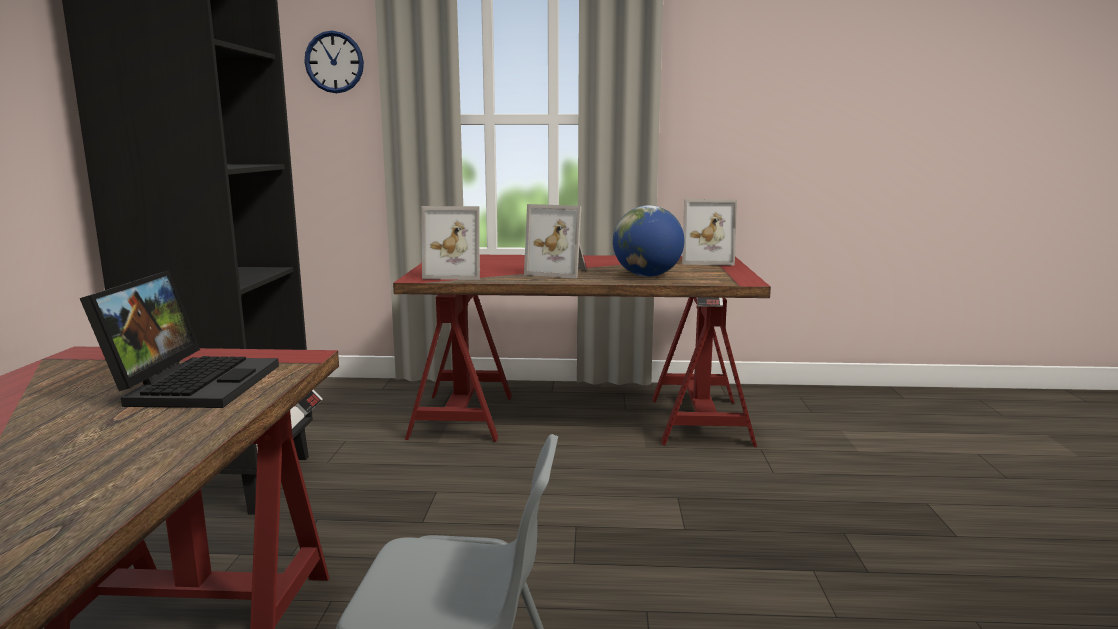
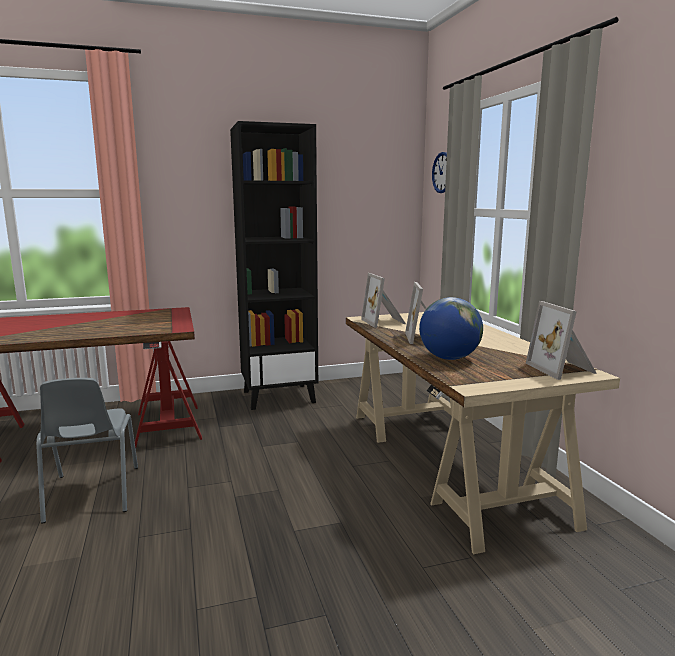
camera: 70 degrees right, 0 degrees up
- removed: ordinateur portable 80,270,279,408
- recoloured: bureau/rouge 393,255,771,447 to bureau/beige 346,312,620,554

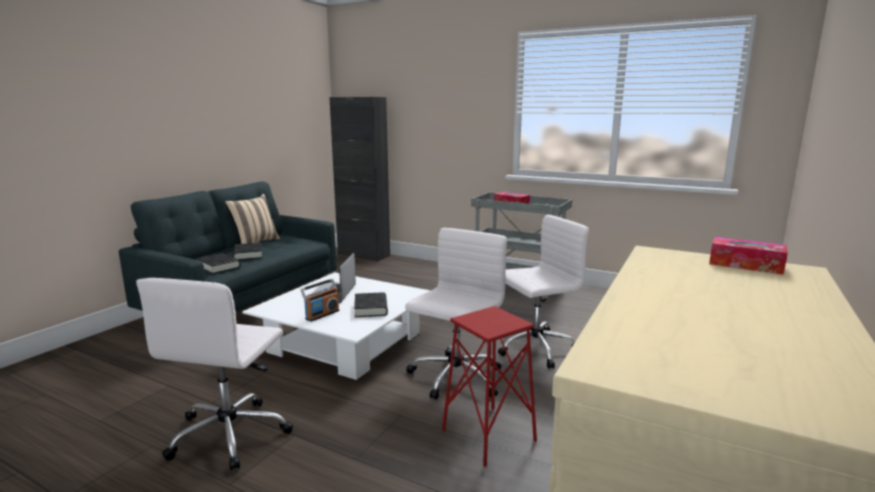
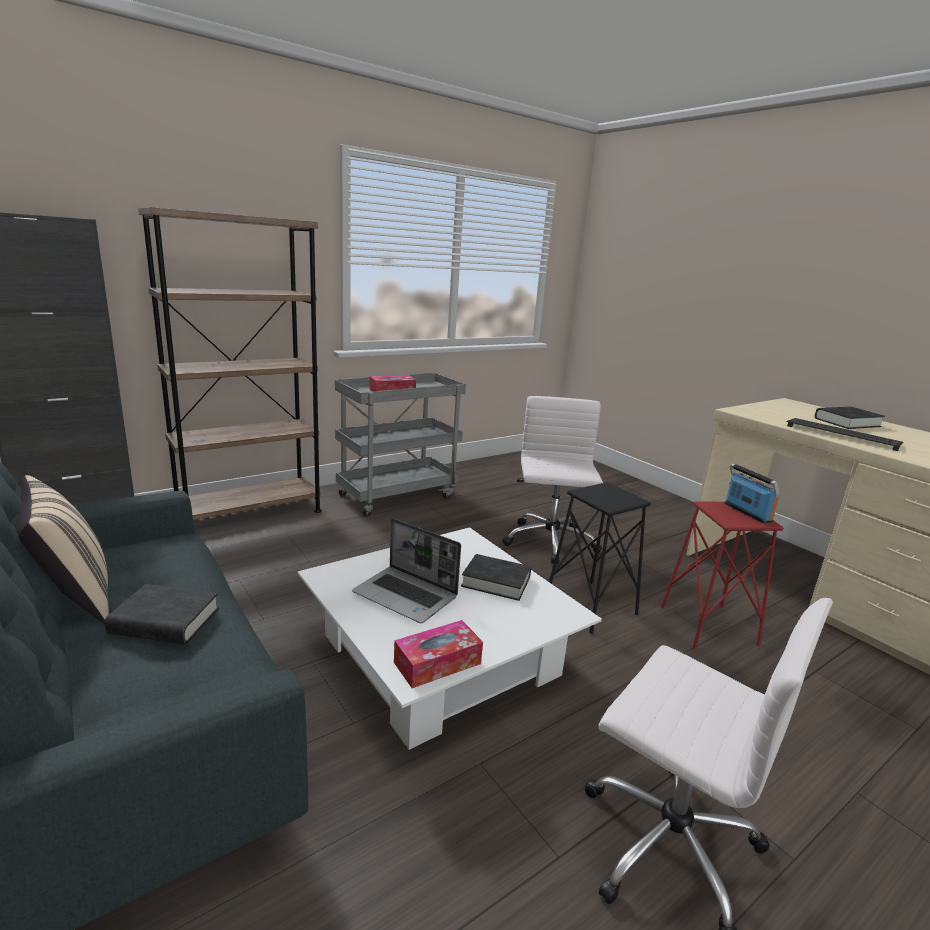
camera: 65 degrees left, 5 degrees up
- added: bibliothèque/marron 138,207,321,520
- added: clavier 787,418,903,451
- moved: livre/noir 196,253,241,274 to 815,407,885,429
- moved: radio 301,279,339,322 to 725,463,780,524
- moved: boîte à mouchoirs 709,237,788,275 to 394,620,483,688
- replaced: chaise de bureau/blanc 405,228,507,400 to tabouret/noir 549,482,651,634

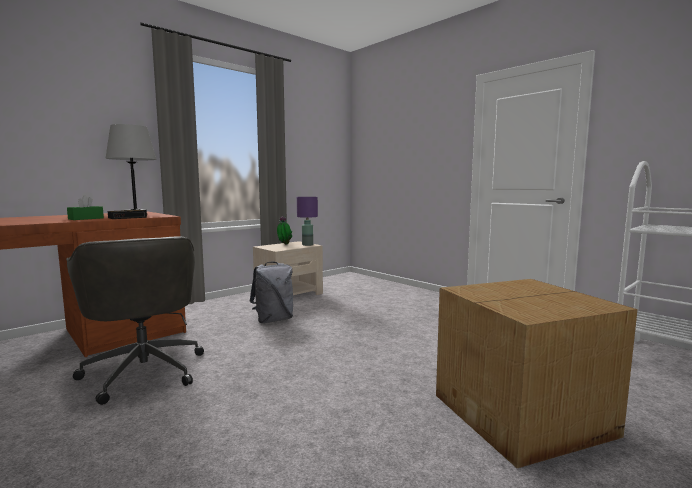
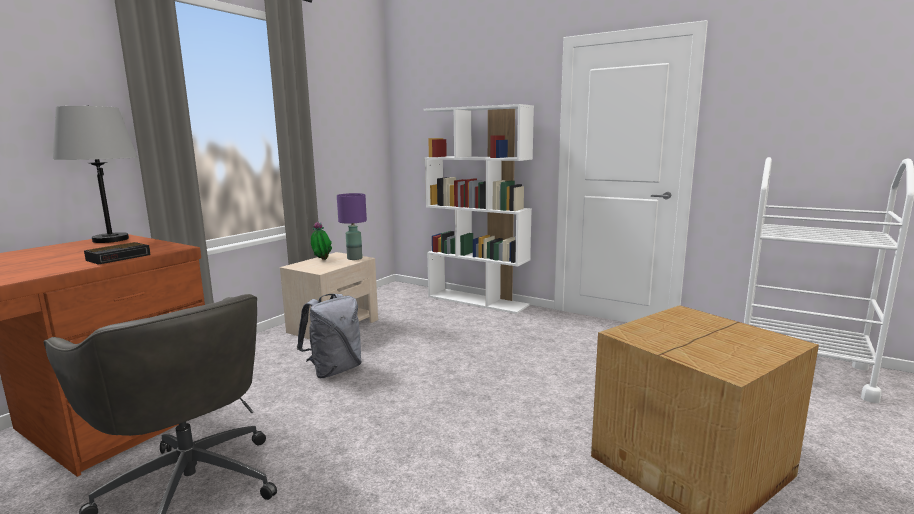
camera: 15 degrees left, 5 degrees up
- removed: boîte à mouchoirs/vert 67,195,104,220
- added: bibliothèque/blanc 423,104,534,314

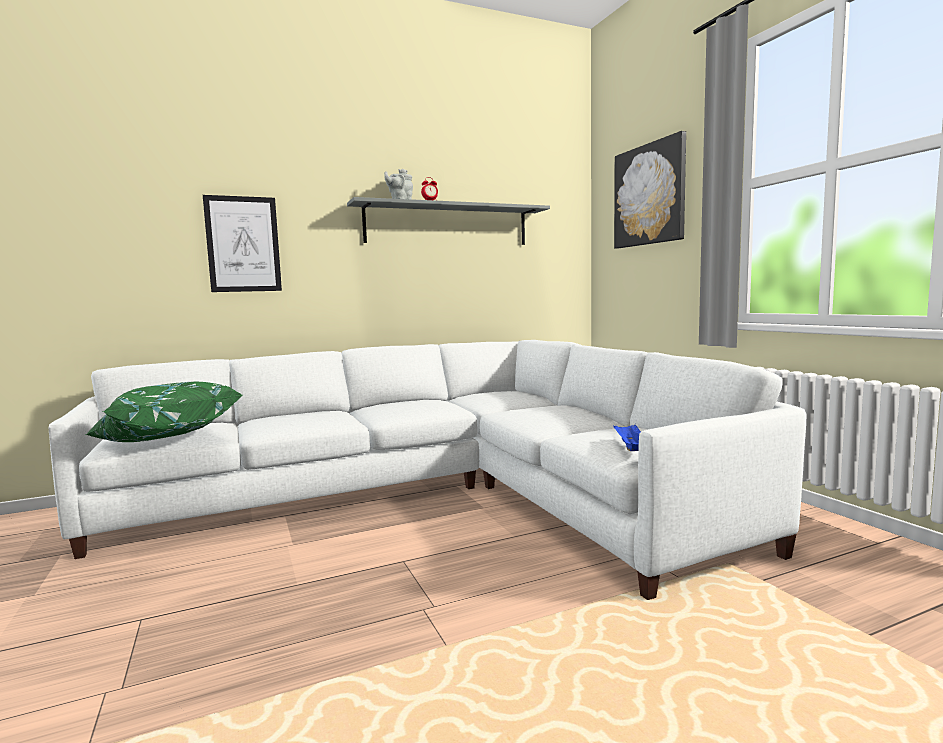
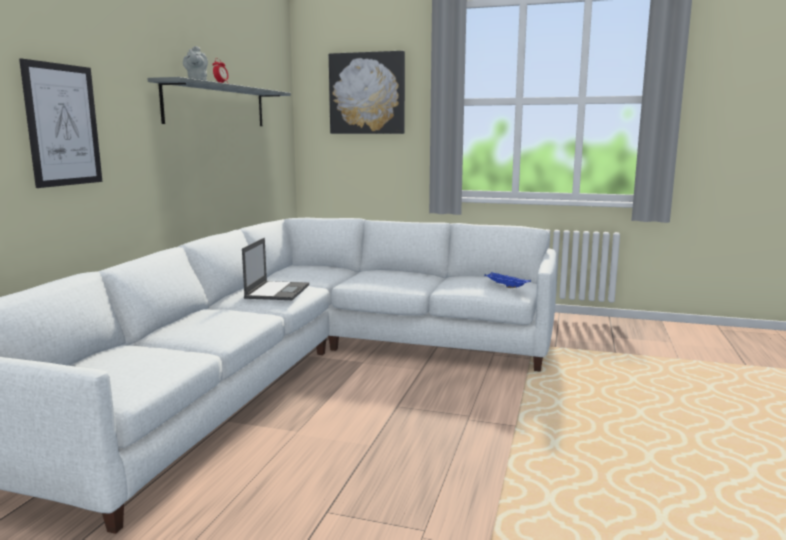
camera: 50 degrees left, 5 degrees up
- removed: coussin/vert 85,382,242,442
- added: ordinateur portable 242,238,309,300

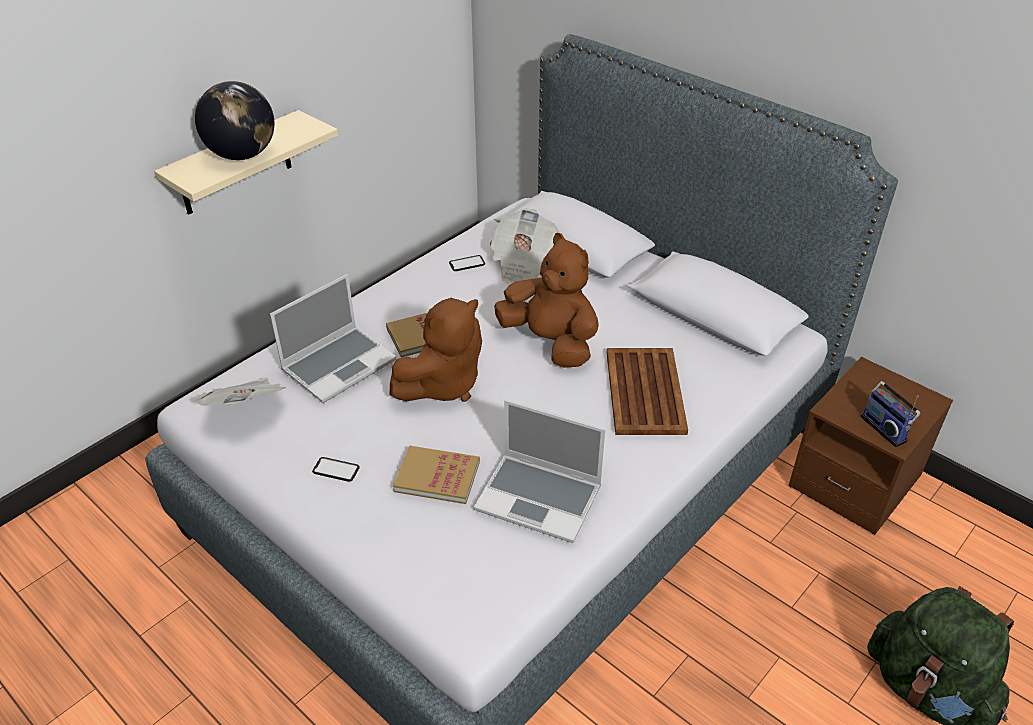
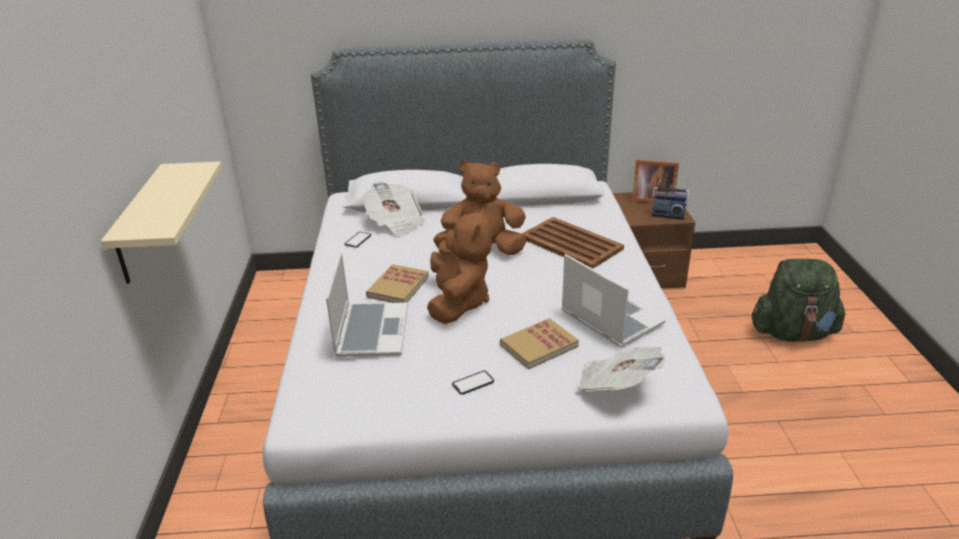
camera: 45 degrees left, 10 degrees down
- removed: globe 195,81,274,160
- added: cadre photo 632,160,679,203
- moved: journal 196,378,286,406 to 577,347,665,391
- turned: ordinateur portable 474,400,605,543 = 561,254,665,347 105 degrees counterclockwise

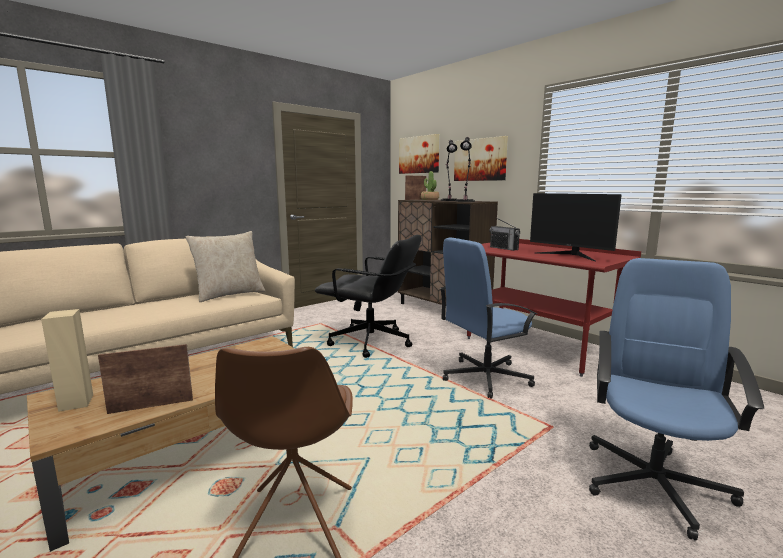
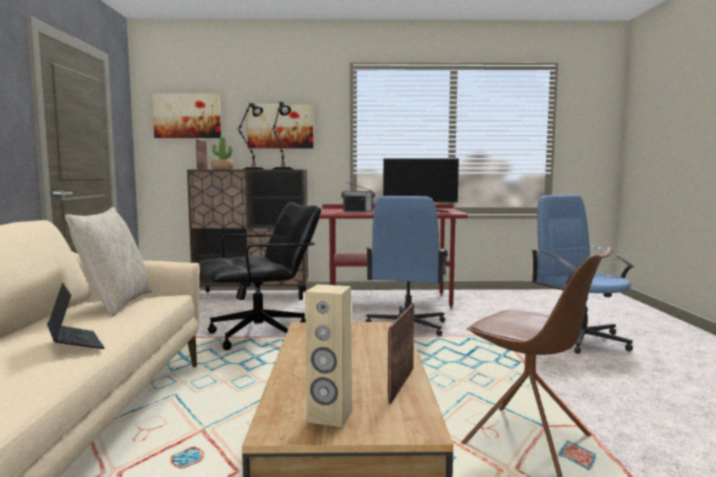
camera: 50 degrees left, 5 degrees down
- added: ordinateur portable 47,283,105,349

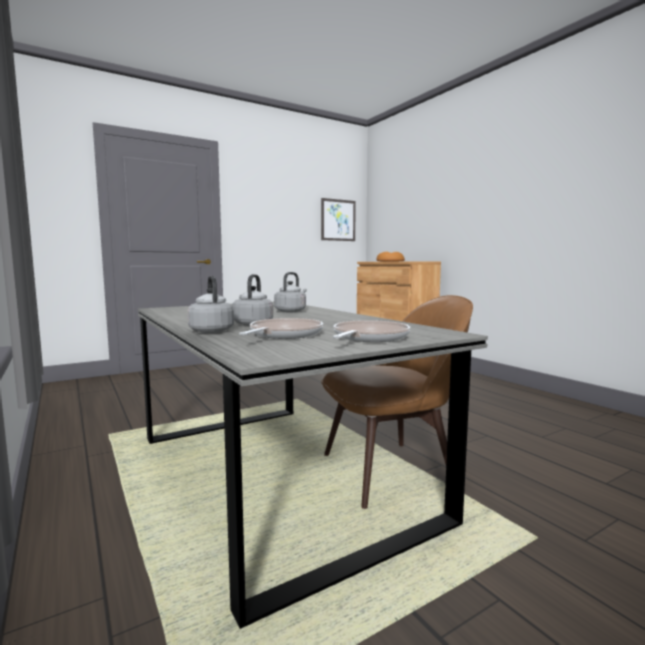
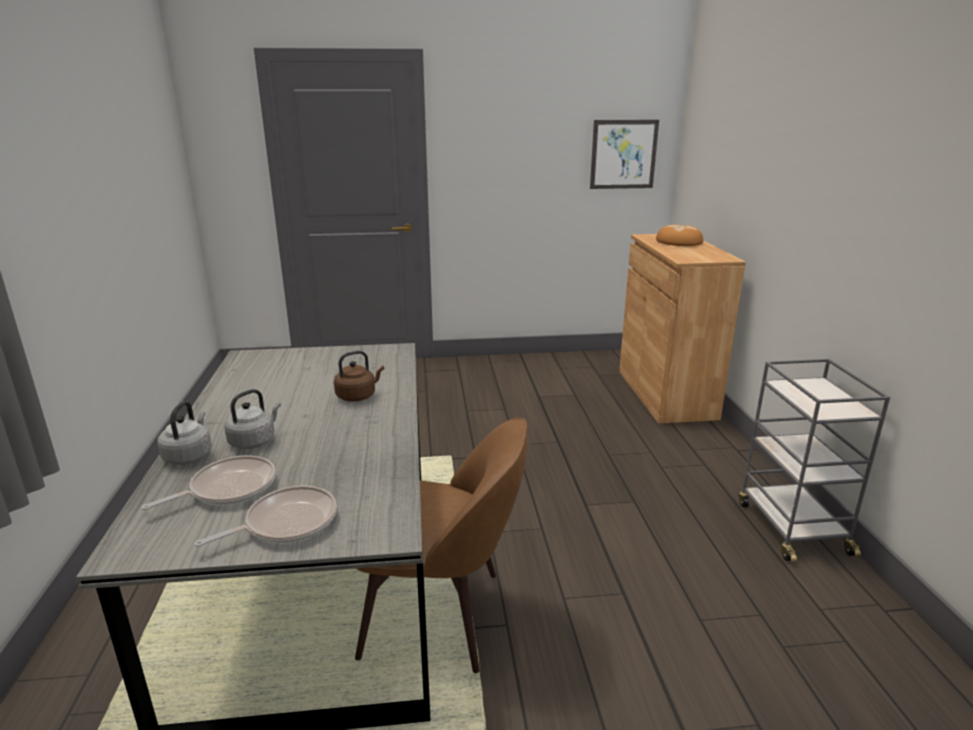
camera: 25 degrees right, 15 degrees up
- added: chariot/gris 739,359,890,562
- recoloured: bouilloire/gris 274,272,307,312 to bouilloire/marron 334,350,384,402

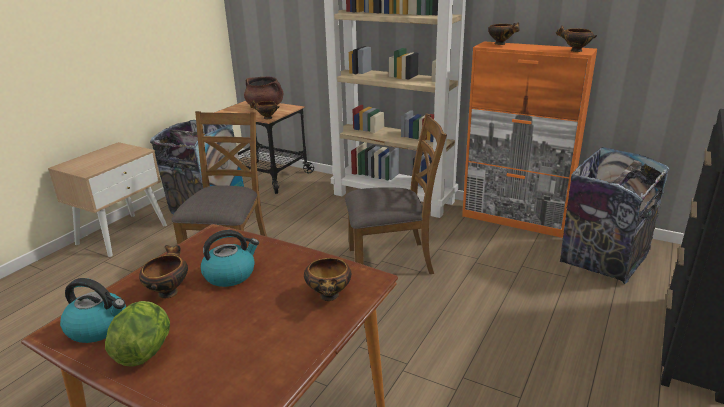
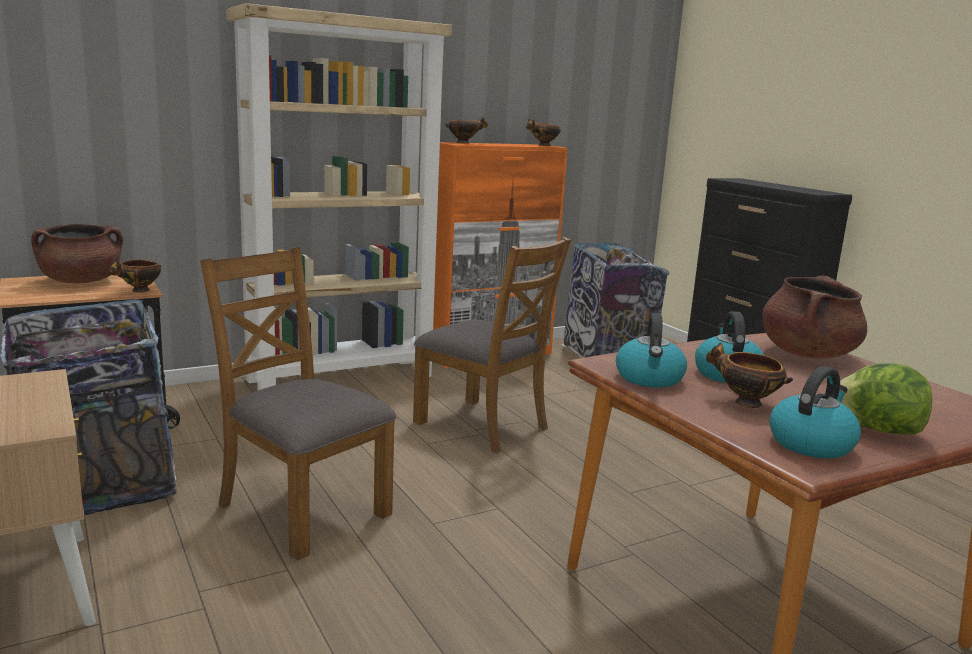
camera: 60 degrees left, 10 degrees down
- added: bouilloire 616,313,687,388
- replaced: bol 304,258,351,301 to marmite/marron 763,275,867,359
- turned: chaise/marron 345,113,447,274 = 413,237,571,453 105 degrees clockwise

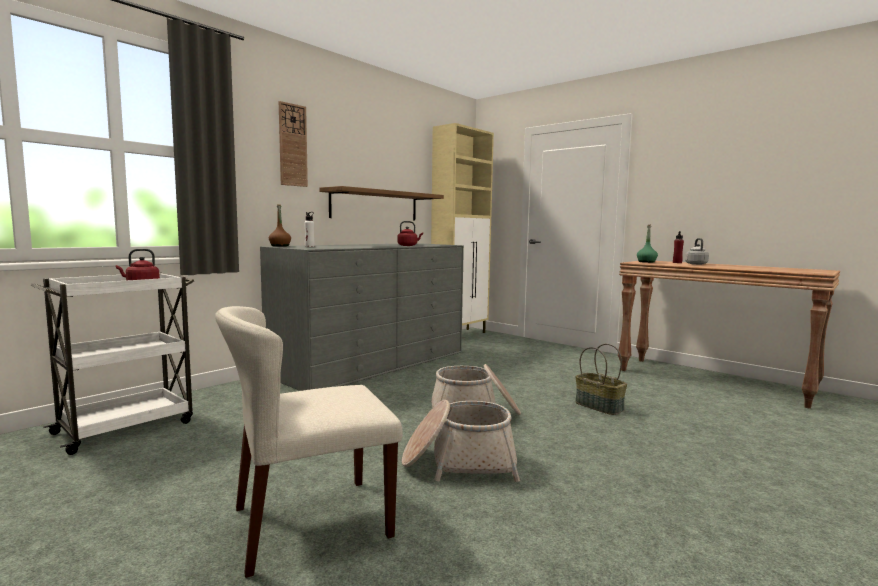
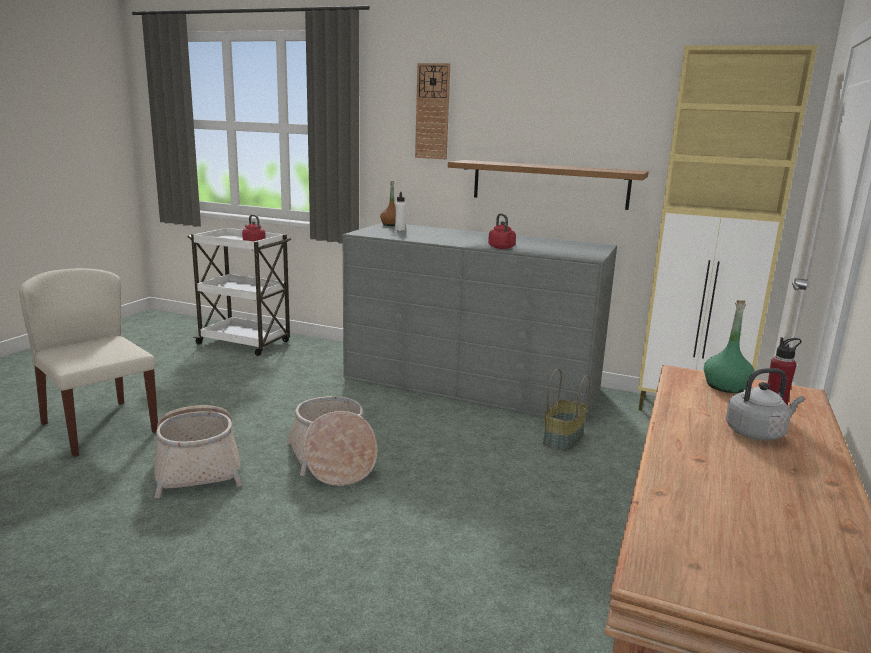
camera: 70 degrees right, 10 degrees up
- moved: panier 575,344,627,415 to 543,368,591,452

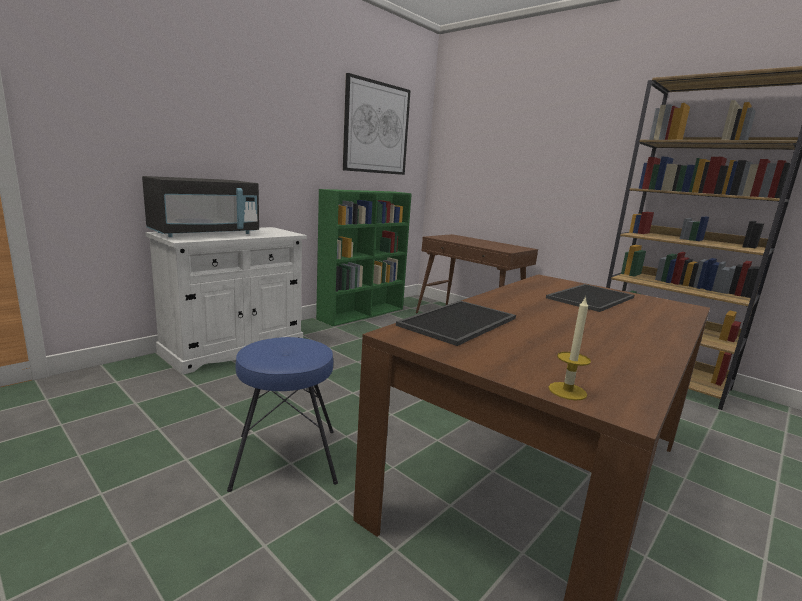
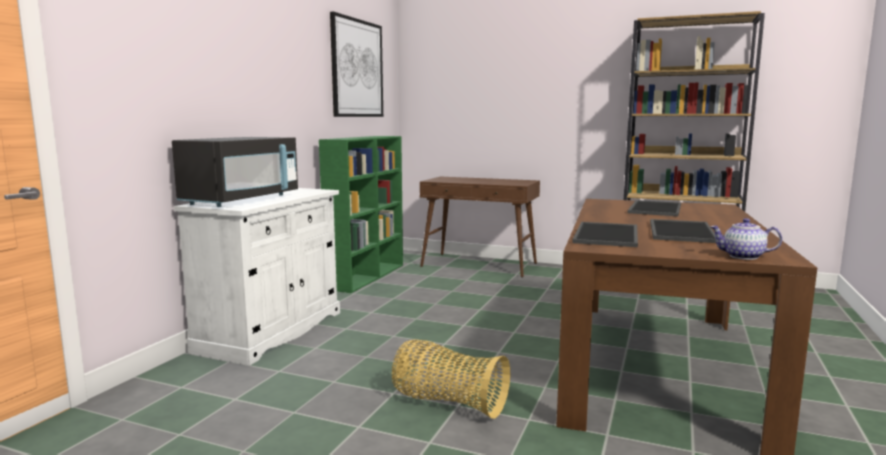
camera: 20 degrees left, 5 degrees down
- added: plateau 650,219,716,243
- replaced: tabouret/bleu 227,337,338,492 to panier 392,339,510,419
- replaced: bougie 548,296,591,400 to théière 711,218,782,260

